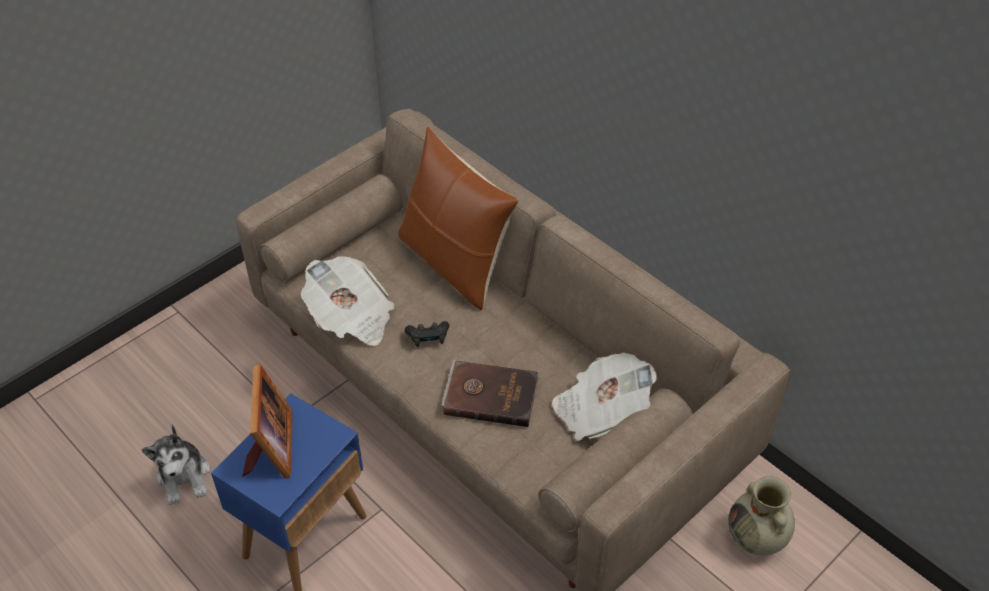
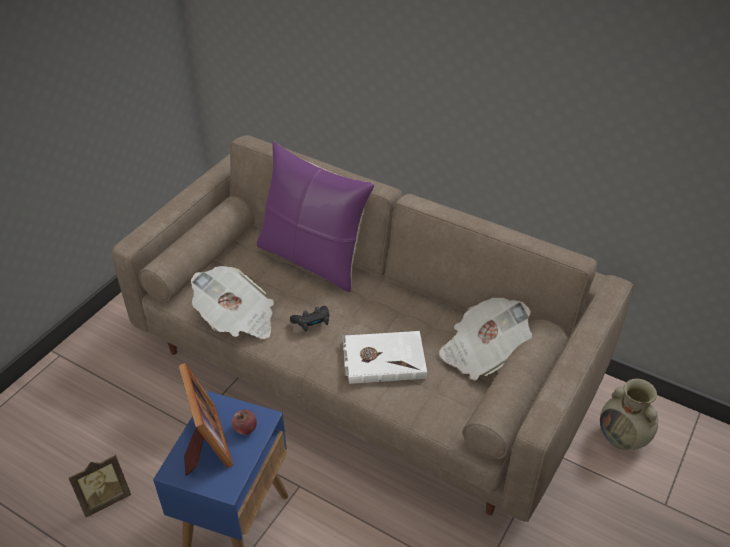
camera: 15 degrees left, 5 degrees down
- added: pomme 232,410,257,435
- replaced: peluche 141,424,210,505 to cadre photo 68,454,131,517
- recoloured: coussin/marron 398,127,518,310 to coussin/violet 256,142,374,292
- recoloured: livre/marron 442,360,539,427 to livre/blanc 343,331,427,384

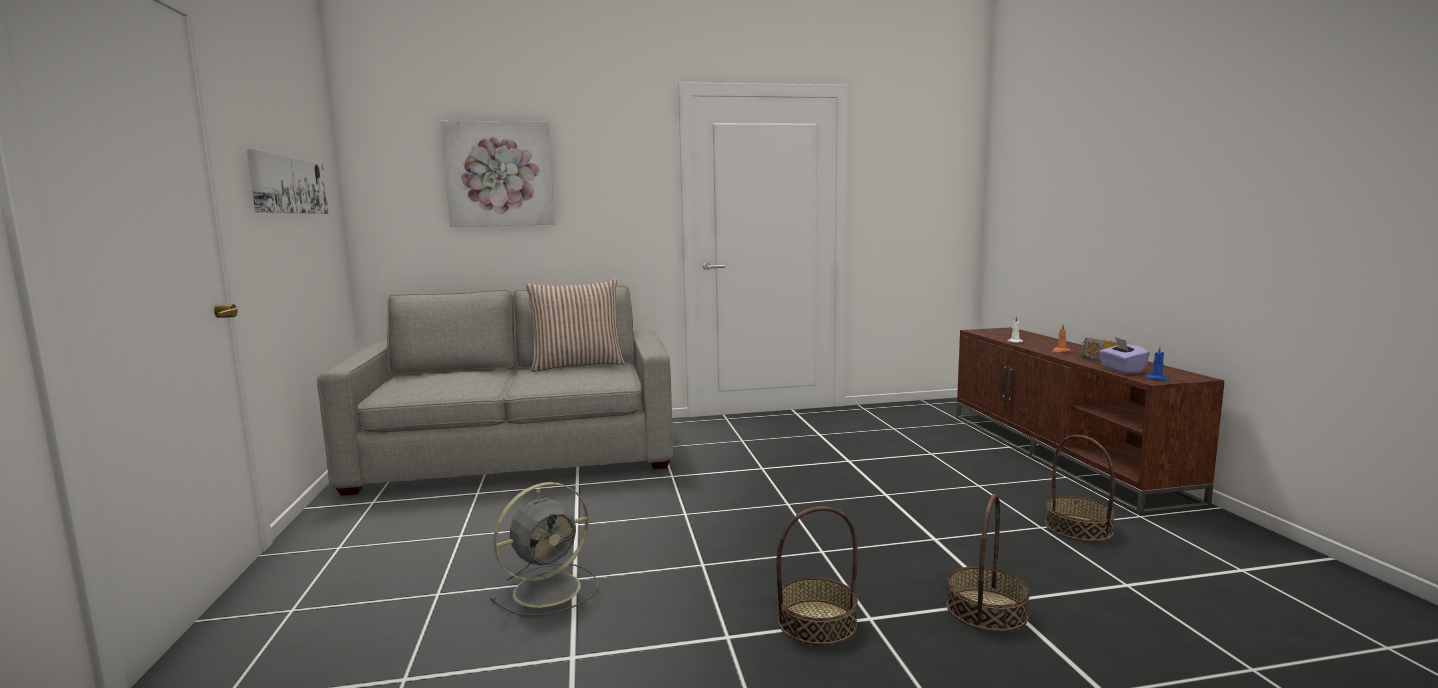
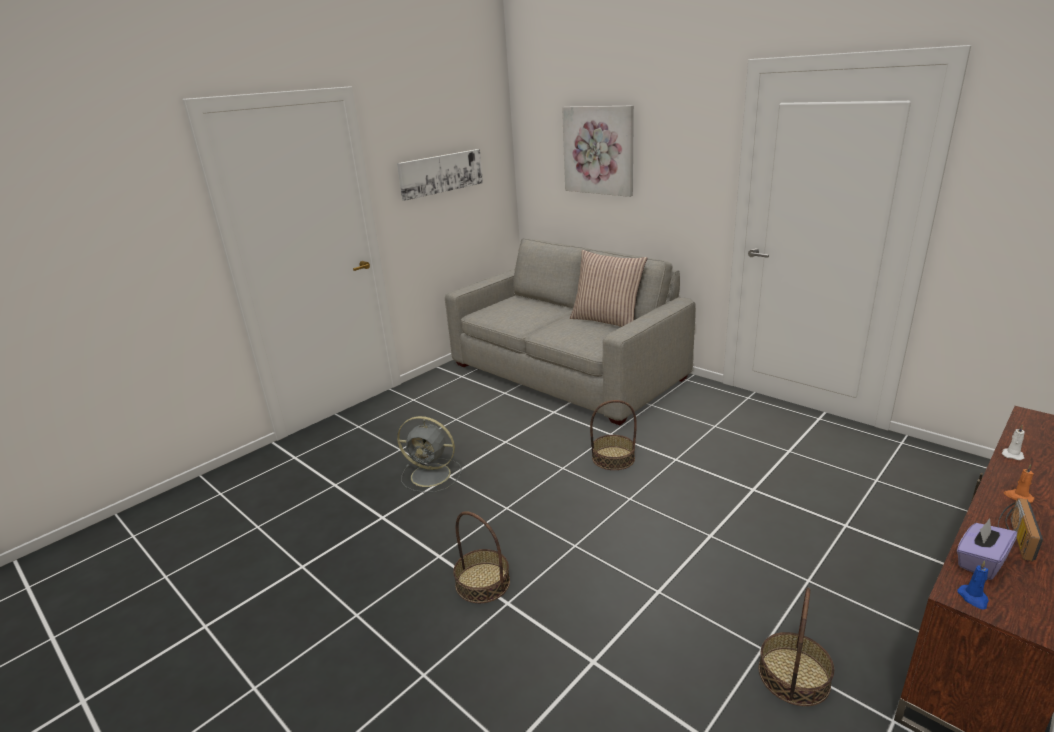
camera: 55 degrees right, 15 degrees up
- moved: panier 946,494,1030,632 to 590,400,637,470

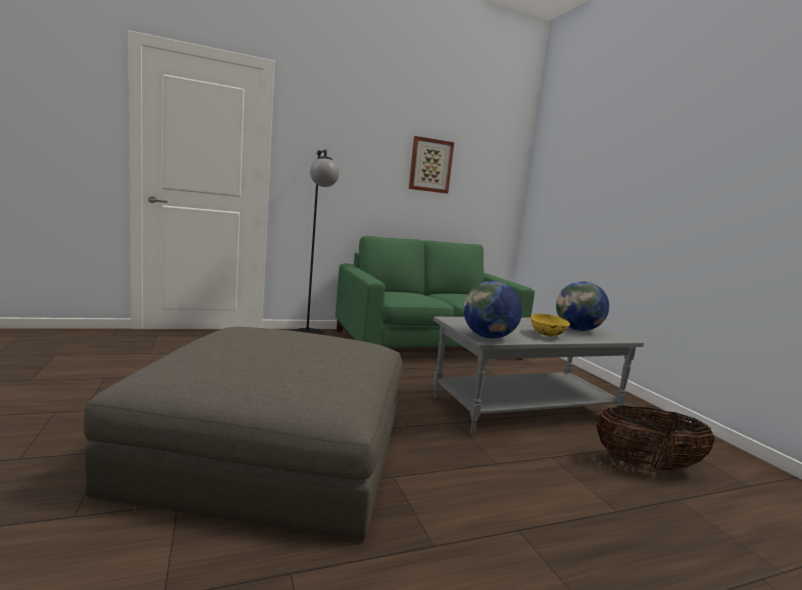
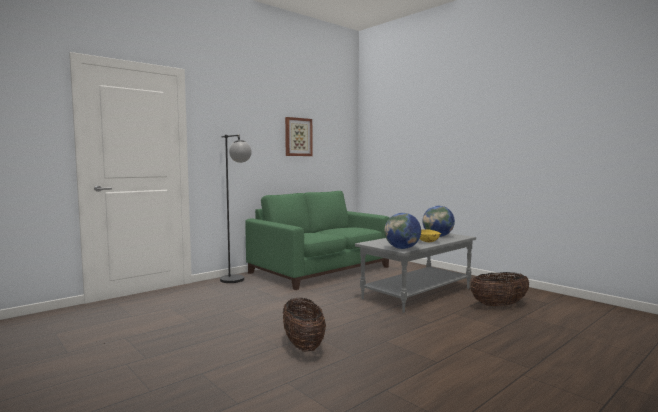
camera: 20 degrees left, 5 degrees down
- replaced: pouf/gris 83,327,403,542 to panier 283,298,326,352

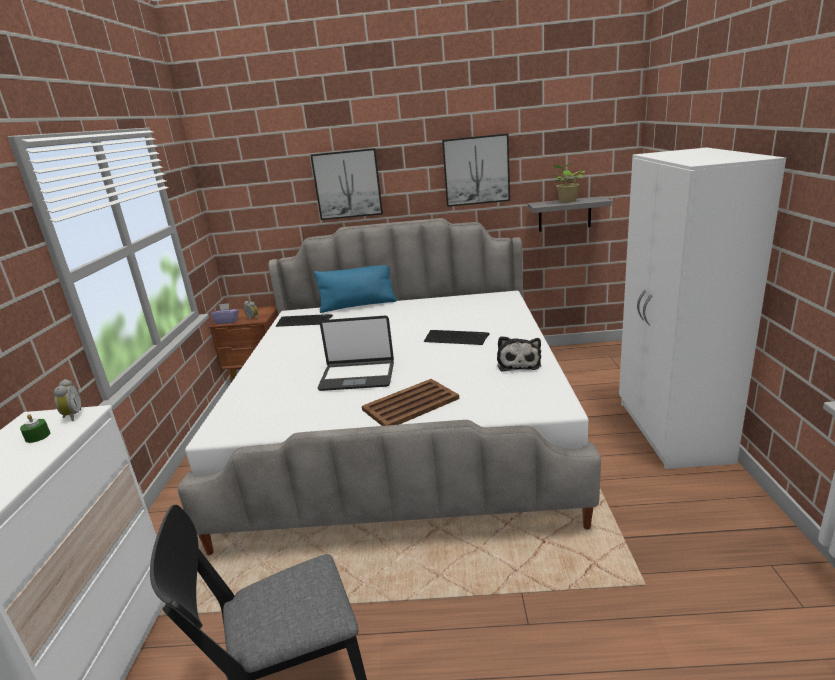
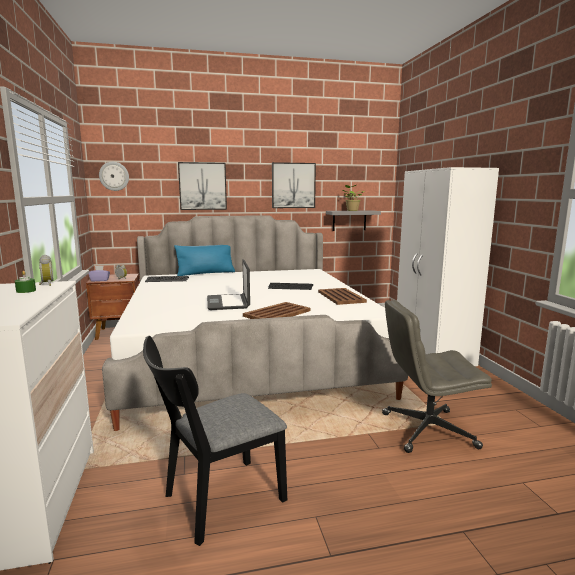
camera: 15 degrees left, 10 degrees down
- added: horloge murale 99,162,129,191
- added: chaise de bureau/gris 382,300,492,453
- replaced: peluche 497,336,541,372 to plateau/marron 318,288,367,305
- turned: ordinateur portable 317,316,394,391 = 207,259,250,310 90 degrees clockwise

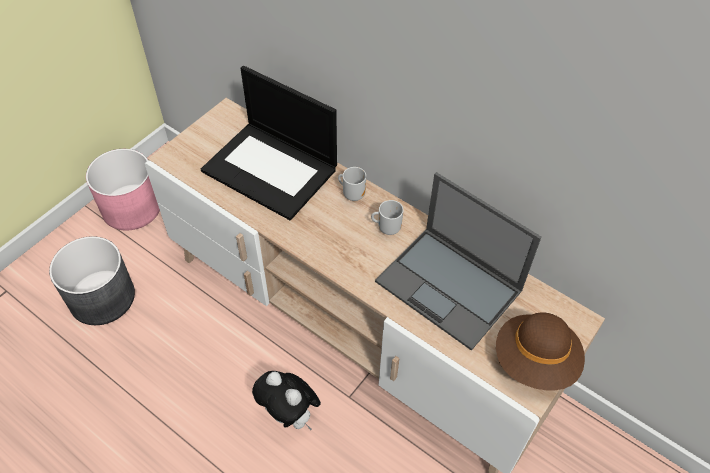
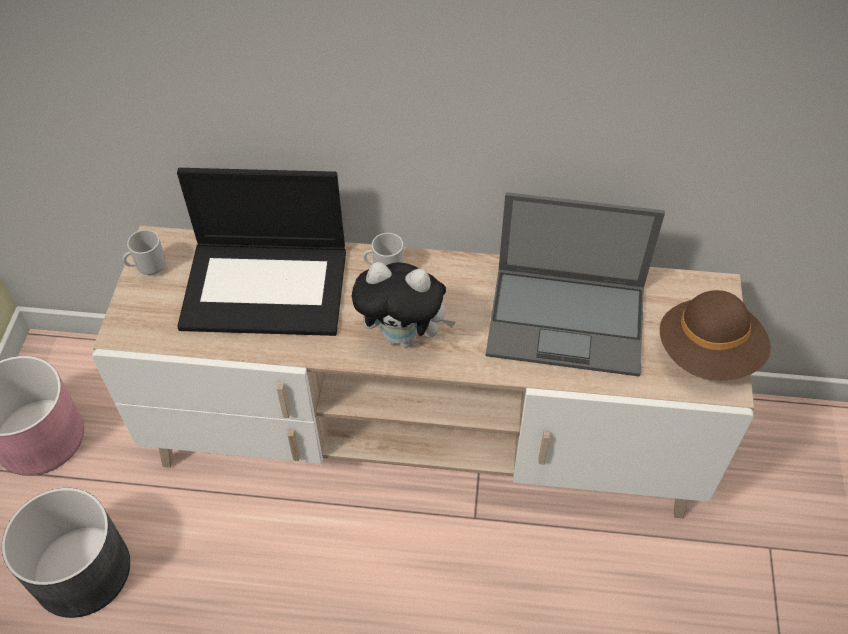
camera: 30 degrees left, 0 degrees up
- moved: peluche 252,371,321,431 to 352,262,456,348
- moved: mug 371,200,404,235 to 123,230,166,275

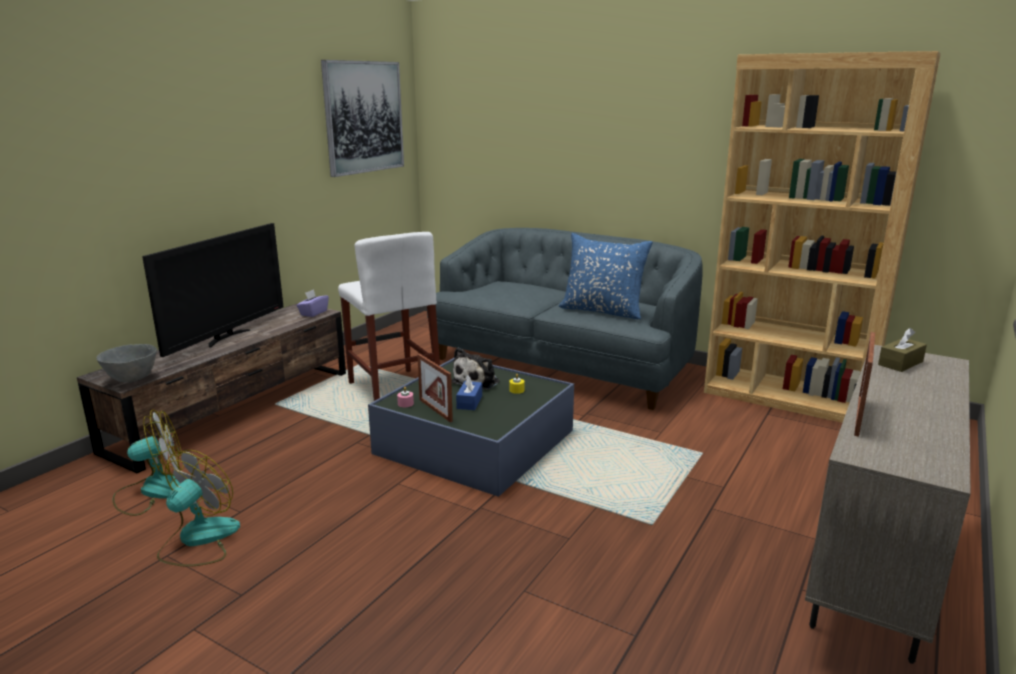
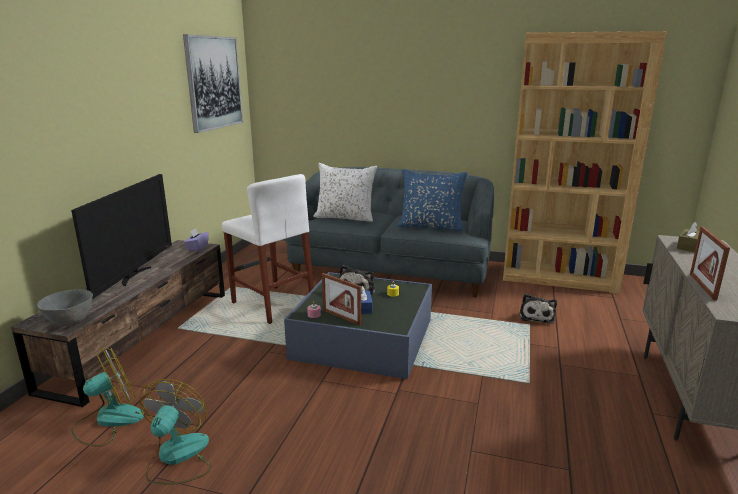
camera: 15 degrees left, 0 degrees up
- added: coussin/blanc 313,163,377,222
- added: peluche 520,294,557,324

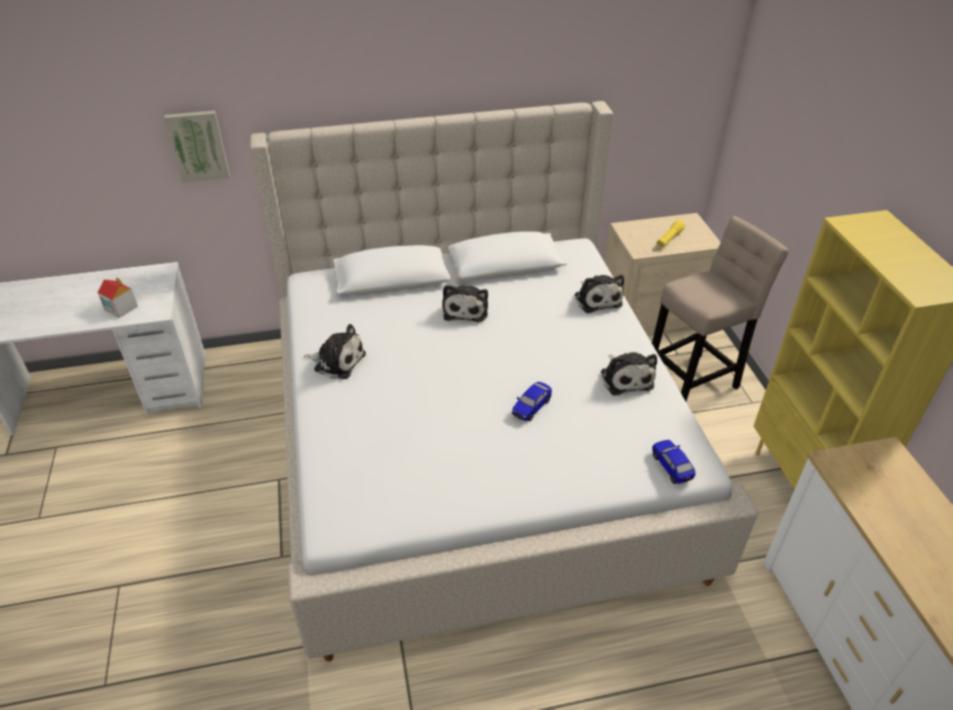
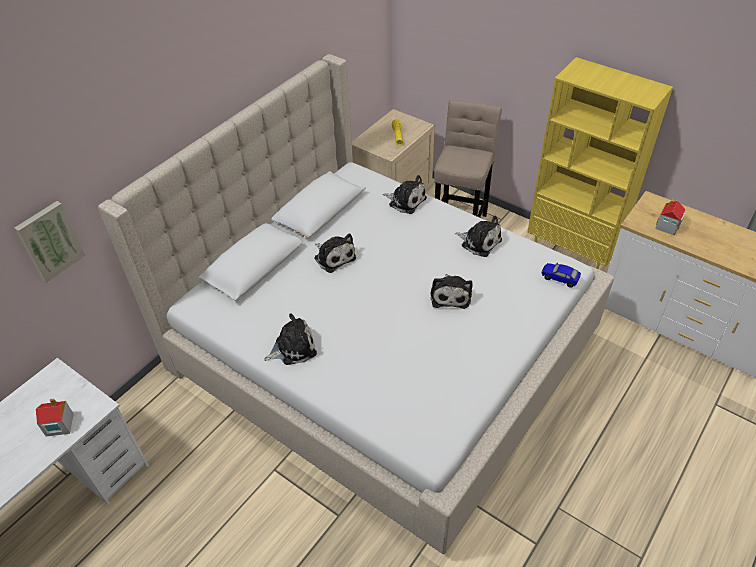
camera: 40 degrees left, 5 degrees up
- added: maison miniature 655,199,686,235
- replaced: petite voiture 512,382,552,421 to peluche 431,274,473,309

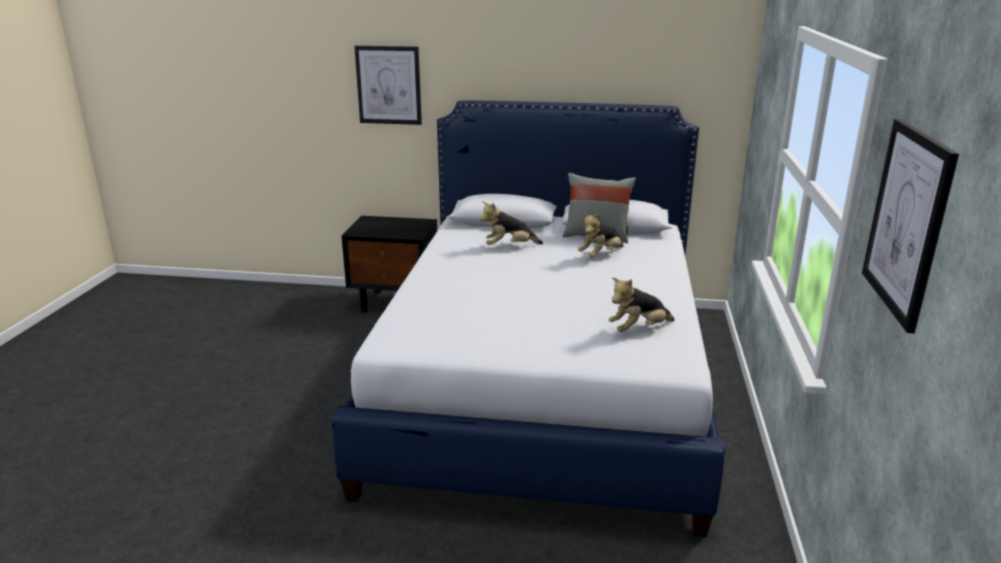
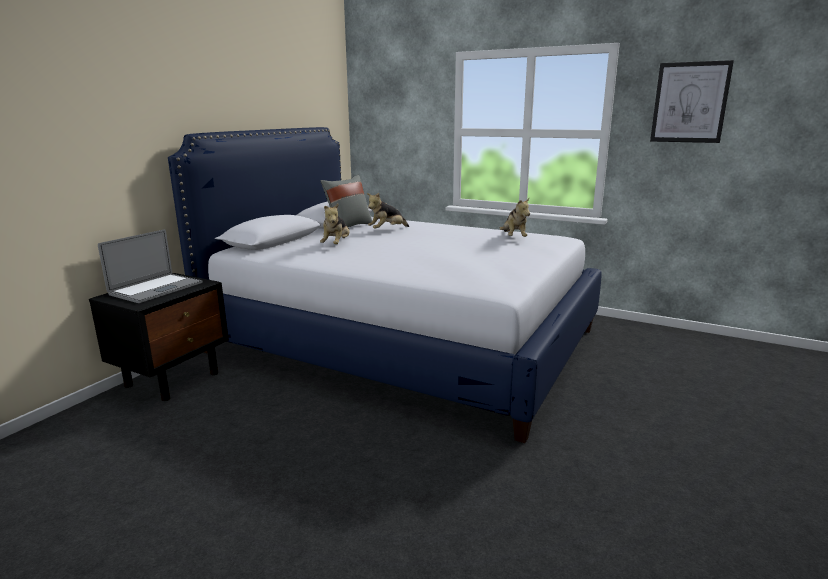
camera: 70 degrees left, 5 degrees down
- removed: tableau 354,46,422,125
- added: ordinateur portable 98,229,203,303
- turned: peluche 578,213,624,257 = 367,193,409,229 75 degrees clockwise

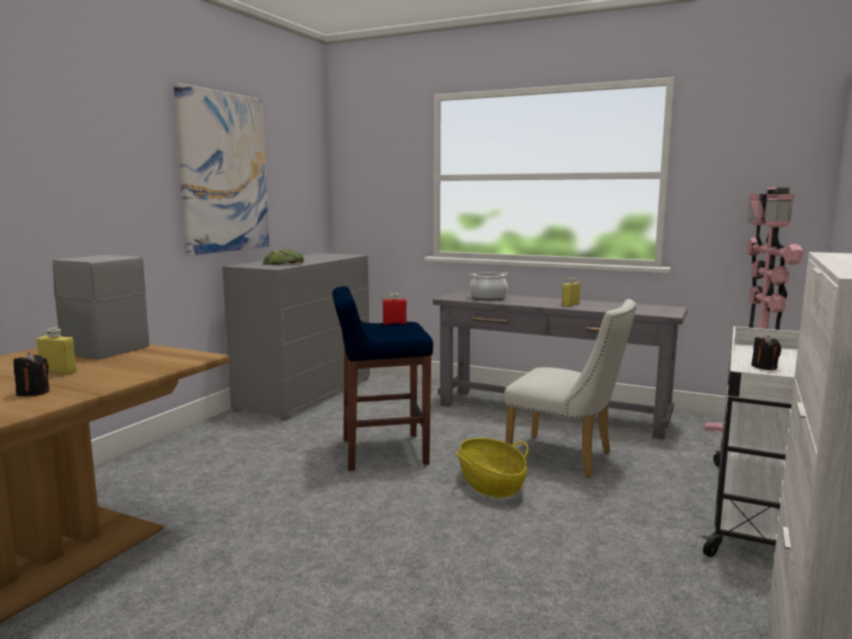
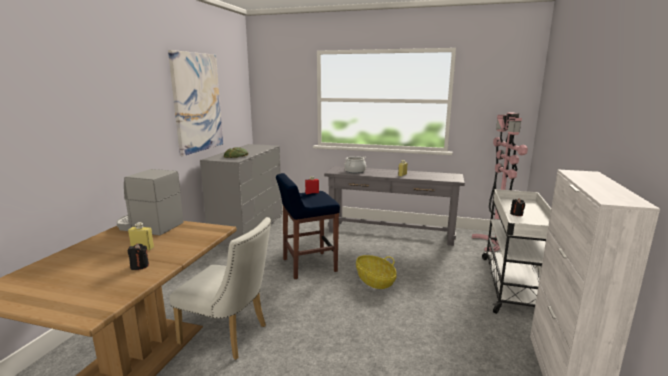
camera: 10 degrees left, 5 degrees up
- moved: chaise/blanc 504,299,636,478 to 169,217,271,360

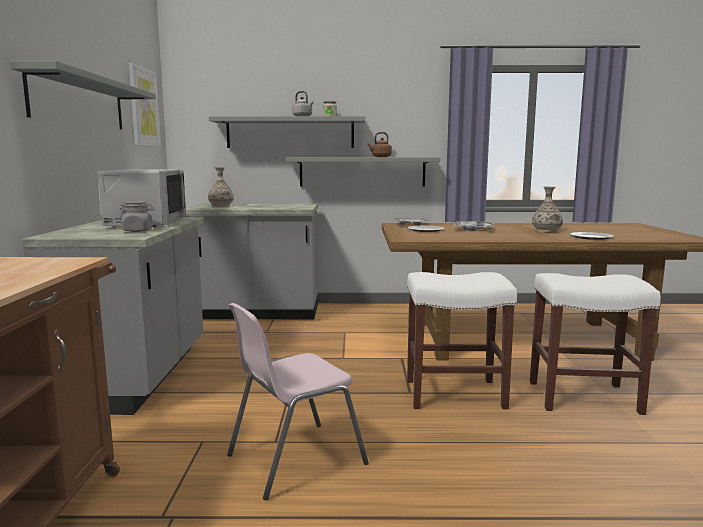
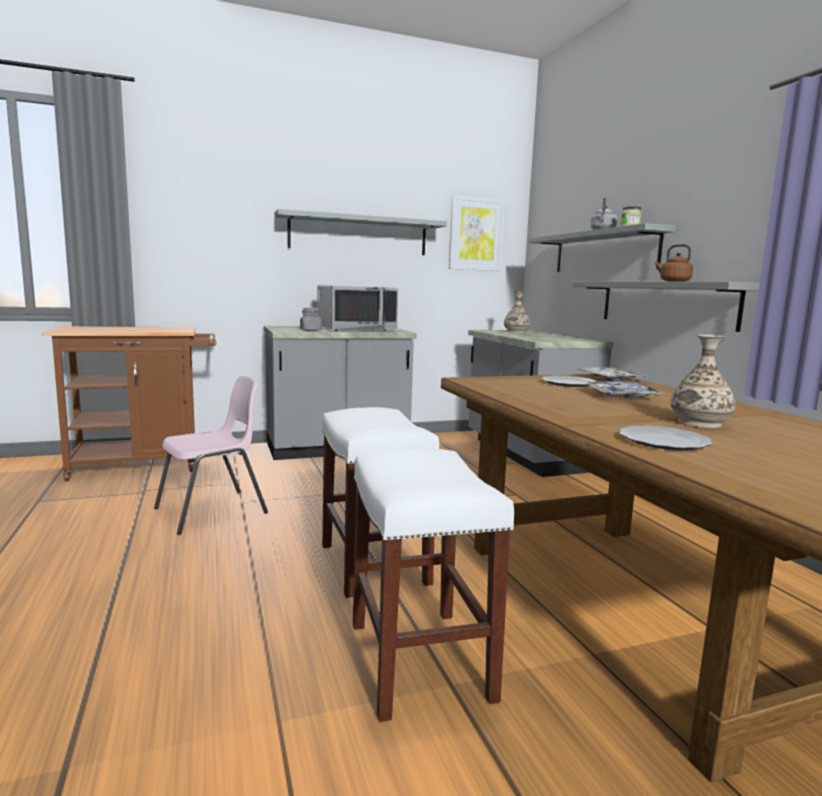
camera: 70 degrees right, 0 degrees up
- turned: chaise/rose 227,303,369,500 = 154,376,268,535 105 degrees clockwise

